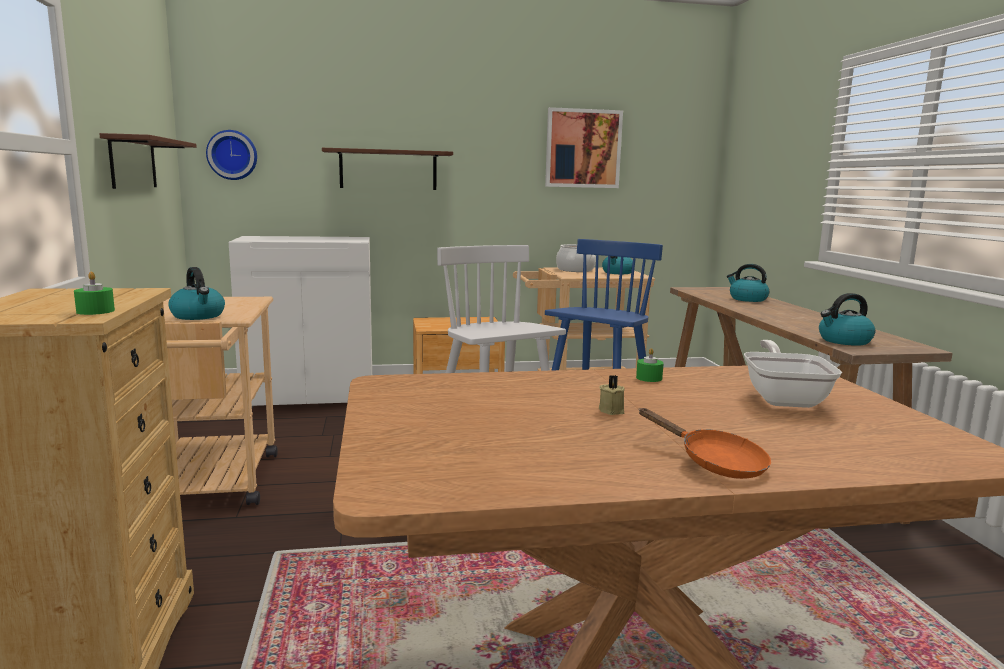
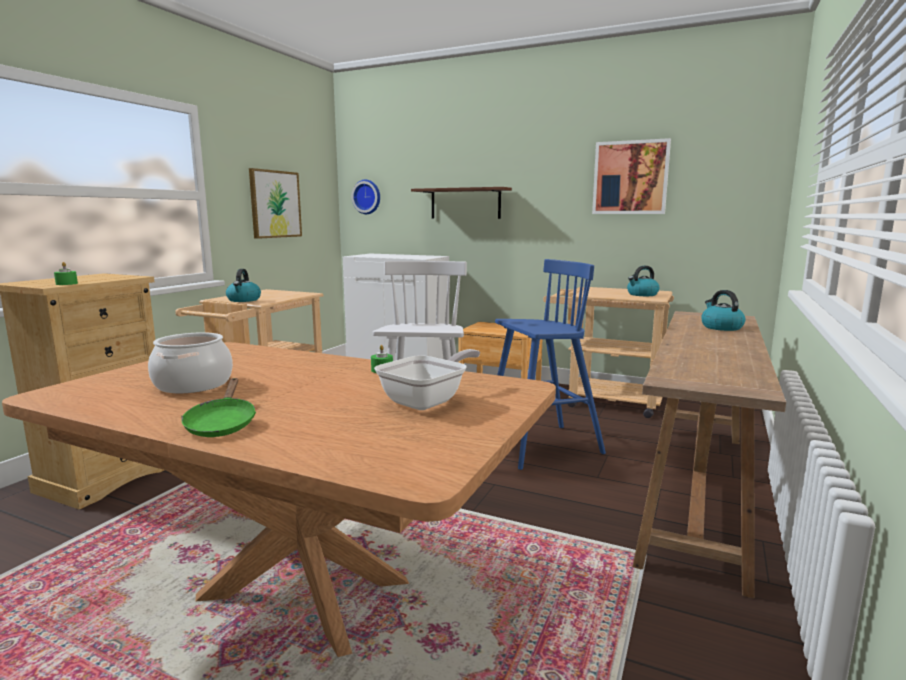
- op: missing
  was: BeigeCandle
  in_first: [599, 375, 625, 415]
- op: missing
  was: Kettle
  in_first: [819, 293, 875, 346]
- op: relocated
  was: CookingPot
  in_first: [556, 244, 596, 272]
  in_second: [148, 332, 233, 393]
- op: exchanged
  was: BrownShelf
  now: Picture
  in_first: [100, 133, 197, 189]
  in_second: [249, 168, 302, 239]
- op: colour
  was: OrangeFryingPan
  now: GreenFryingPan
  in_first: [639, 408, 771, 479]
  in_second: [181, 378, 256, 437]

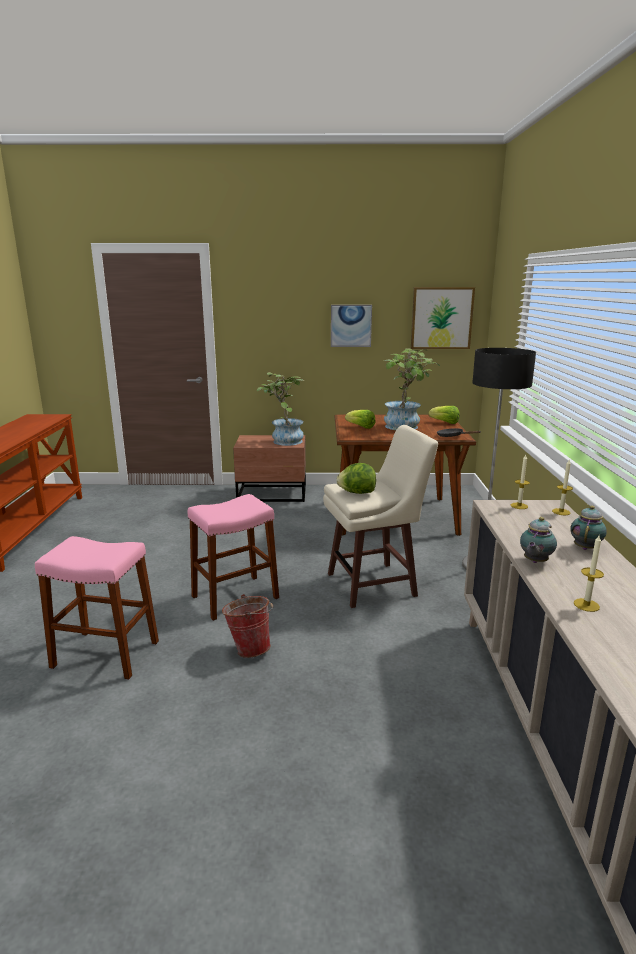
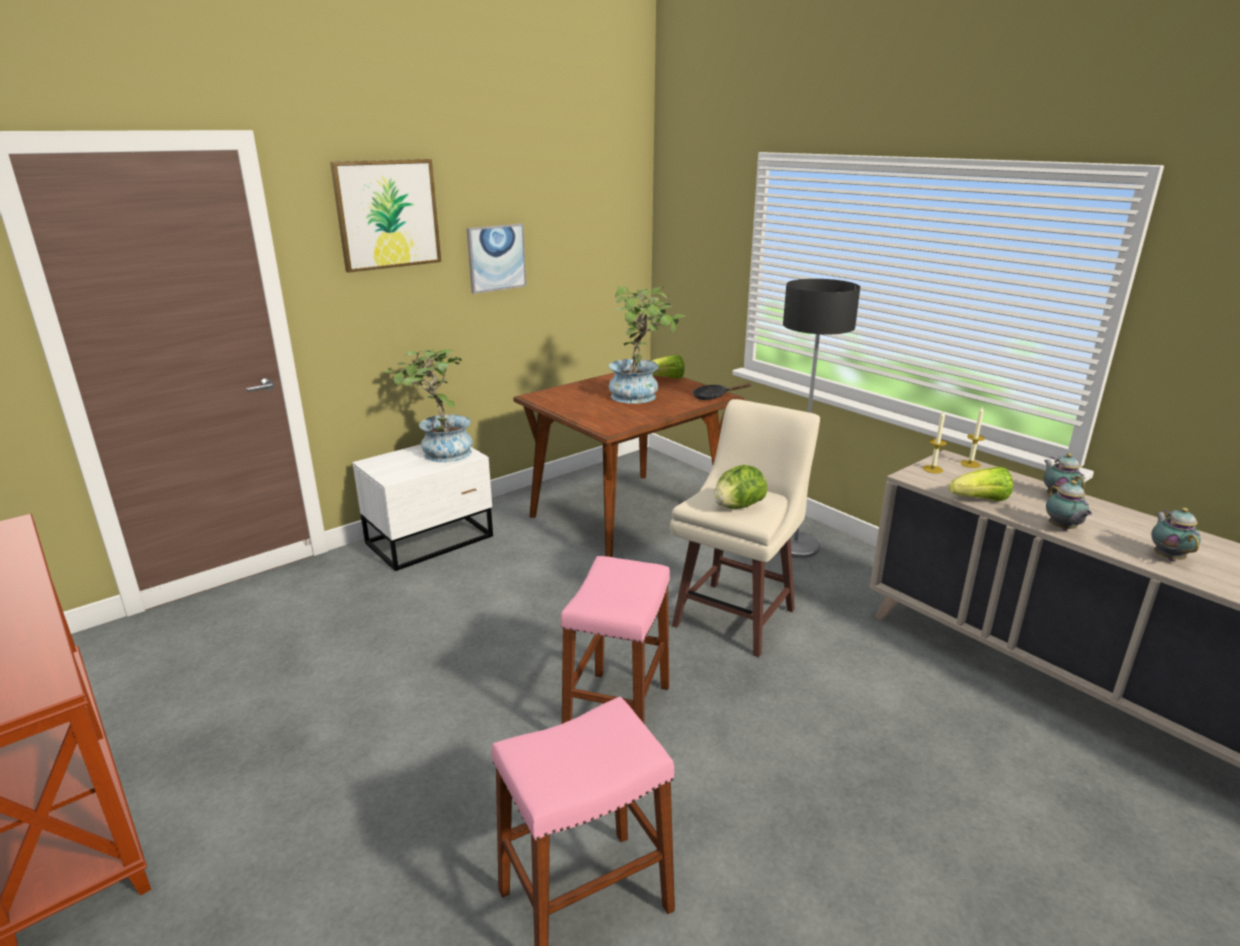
- op: missing
  was: Bucket
  in_first: [222, 594, 273, 658]
- op: relocated
  was: Lettuce
  in_first: [345, 410, 375, 429]
  in_second: [949, 467, 1013, 501]
- op: relocated
  was: Picture
  in_first: [411, 287, 475, 349]
  in_second: [330, 159, 441, 273]
- op: exchanged
  was: Candle
  now: Teapot
  in_first: [574, 536, 604, 612]
  in_second: [1151, 508, 1201, 561]
- op: colour
  was: BrownNightstand
  now: WhiteNightstand
  in_first: [233, 435, 306, 502]
  in_second: [352, 444, 493, 571]

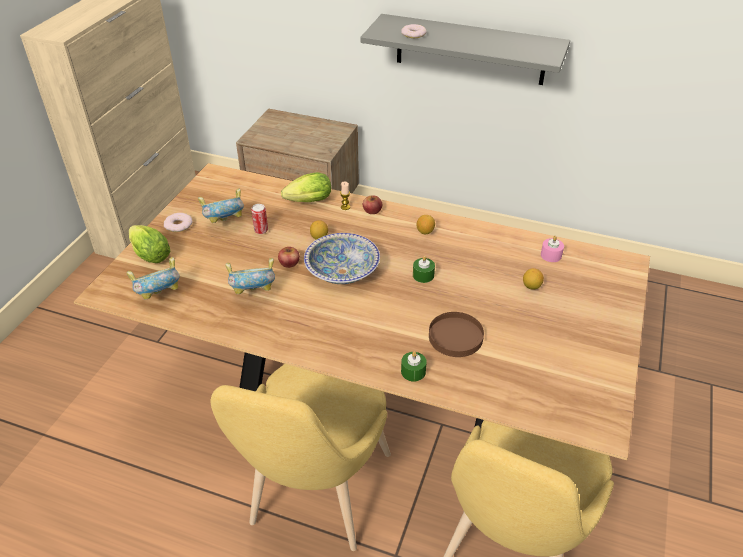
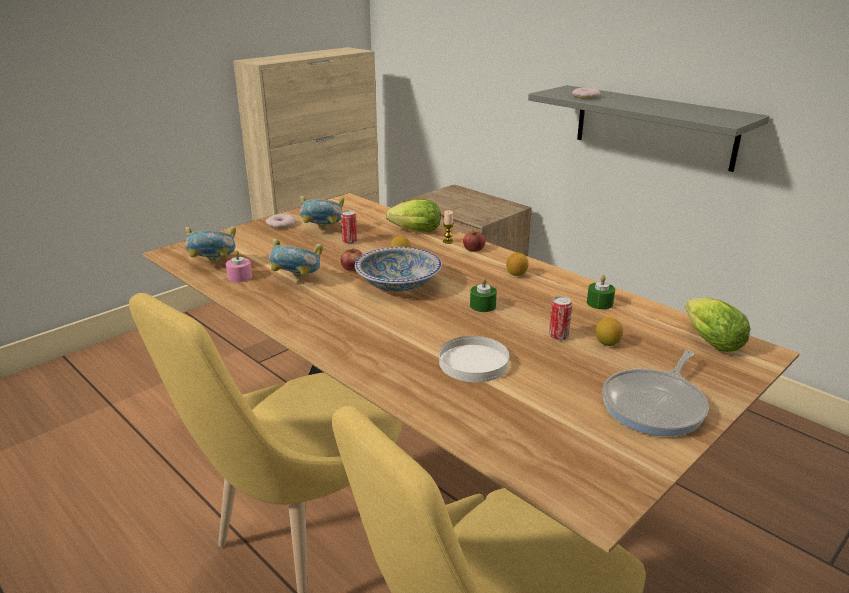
- op: appeared
  now: Can
  in_second: [549, 296, 572, 341]
- op: appeared
  now: FryingPan
  in_second: [602, 350, 709, 436]
- op: relocated
  was: Lettuce
  in_first: [129, 225, 170, 263]
  in_second: [685, 297, 751, 352]
- op: relocated
  was: GreenCandle
  in_first: [401, 351, 427, 382]
  in_second: [587, 275, 615, 309]
- op: relocated
  was: PinkCandle
  in_first: [541, 236, 564, 262]
  in_second: [226, 250, 252, 282]
- op: colour
  was: BrownPlate
  now: WhitePlate
  in_first: [429, 312, 484, 357]
  in_second: [439, 336, 509, 382]

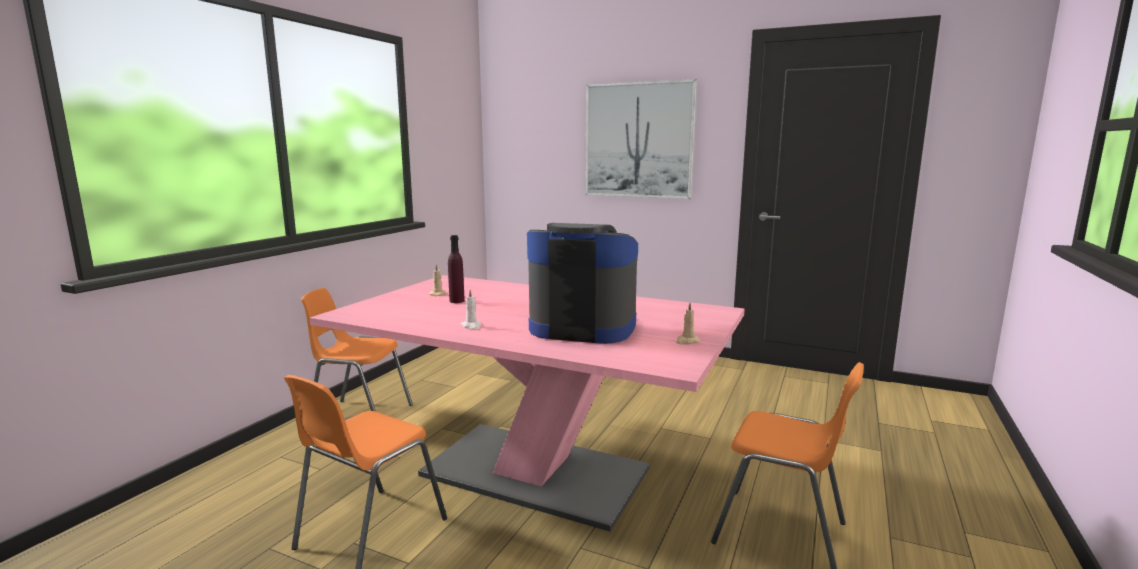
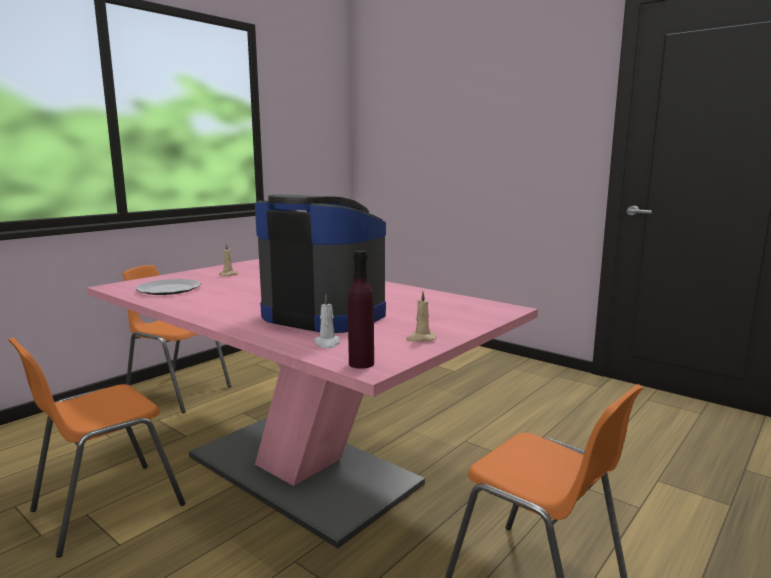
- op: missing
  was: Picture
  in_first: [585, 79, 697, 199]
- op: appeared
  now: Plate
  in_second: [135, 279, 201, 295]
- op: relocated
  was: PurpleBottle
  in_first: [448, 235, 465, 303]
  in_second: [348, 250, 374, 369]
- op: relocated
  was: WhiteCandle
  in_first: [461, 290, 481, 329]
  in_second: [314, 294, 340, 348]

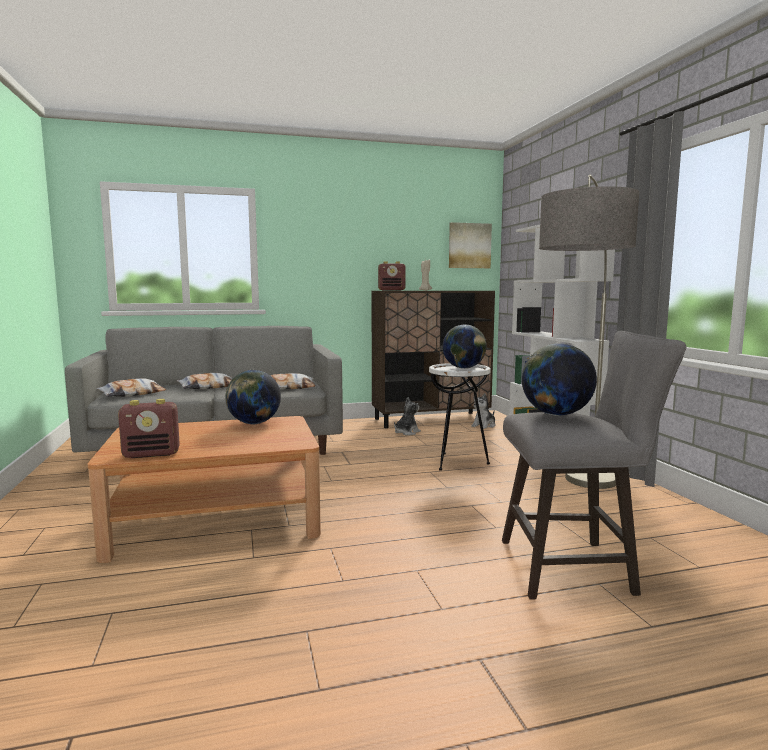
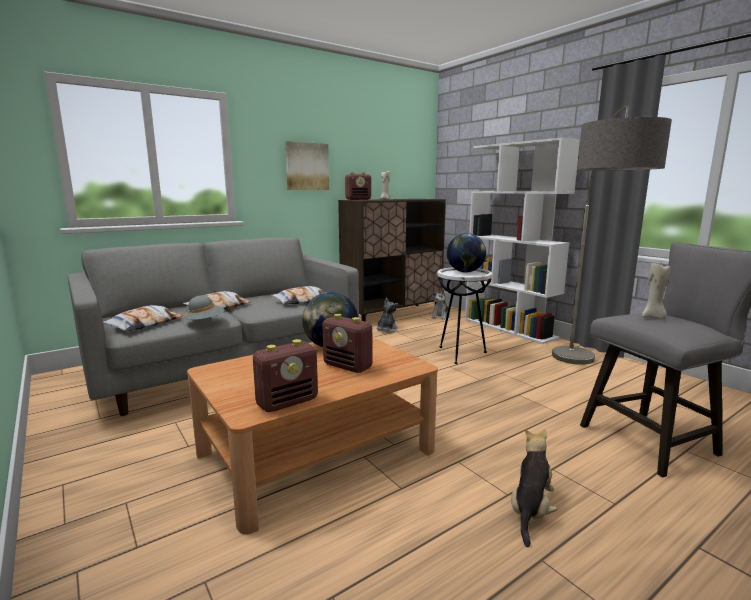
- op: appeared
  now: GreyHat
  in_second: [183, 295, 225, 325]
- op: appeared
  now: Radio
  in_second: [322, 314, 372, 373]
- op: appeared
  now: PlushToy
  in_second: [511, 429, 557, 547]
- op: relocated
  was: Picture
  in_first: [449, 222, 492, 268]
  in_second: [285, 141, 329, 190]
- op: exchanged
  was: Globe
  now: BeigeCandle
  in_first: [522, 343, 597, 416]
  in_second: [642, 263, 670, 319]

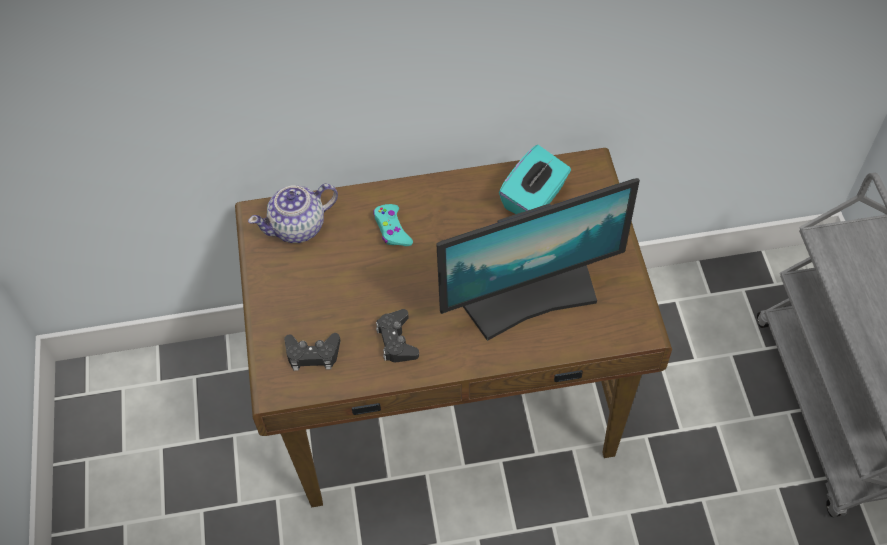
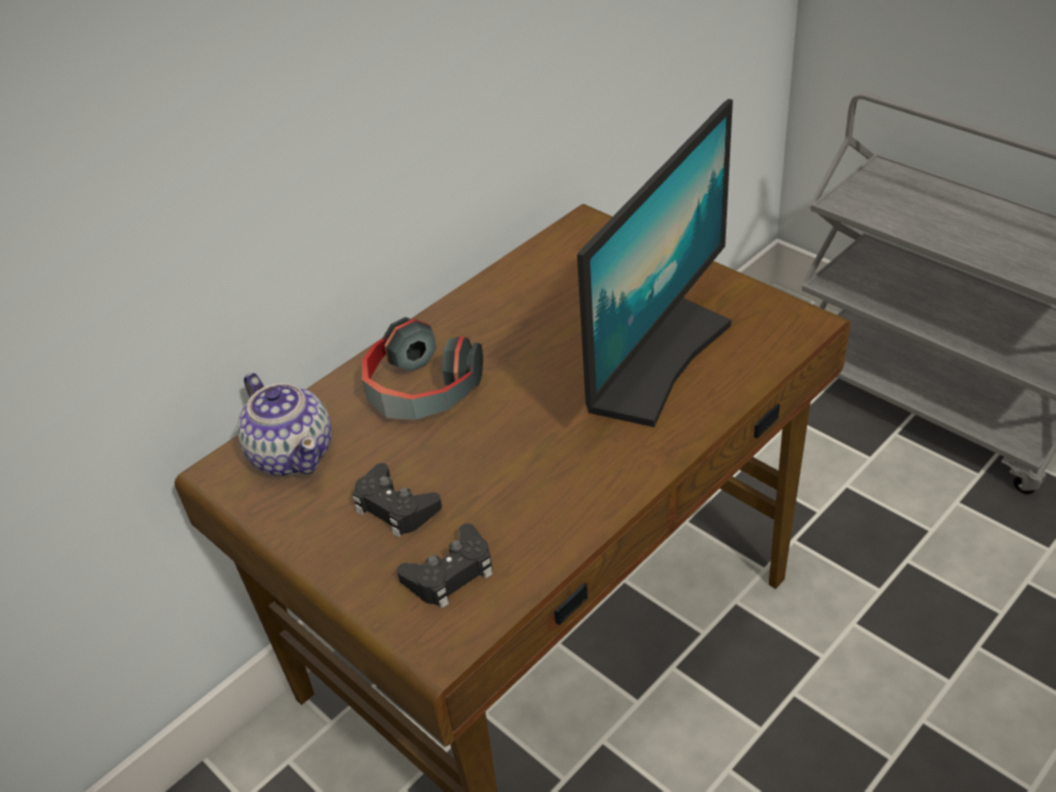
- op: missing
  was: TurquoiseTissueBox
  in_first: [499, 145, 571, 214]
- op: relocated
  was: BlackGameController
  in_first: [376, 309, 419, 362]
  in_second: [353, 463, 442, 537]
- op: exchanged
  was: TurquoiseGameController
  now: Headphones
  in_first: [373, 204, 413, 246]
  in_second: [362, 317, 483, 420]
- op: spun
  was: Teapot
  in_first: [248, 184, 338, 243]
  in_second: [237, 373, 332, 476]
  clockwise: -60

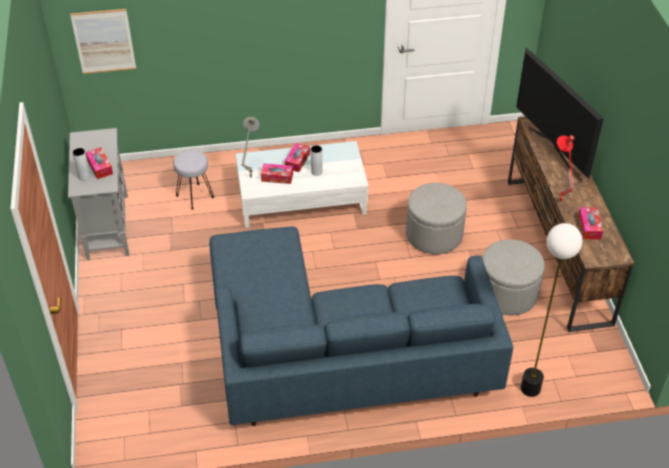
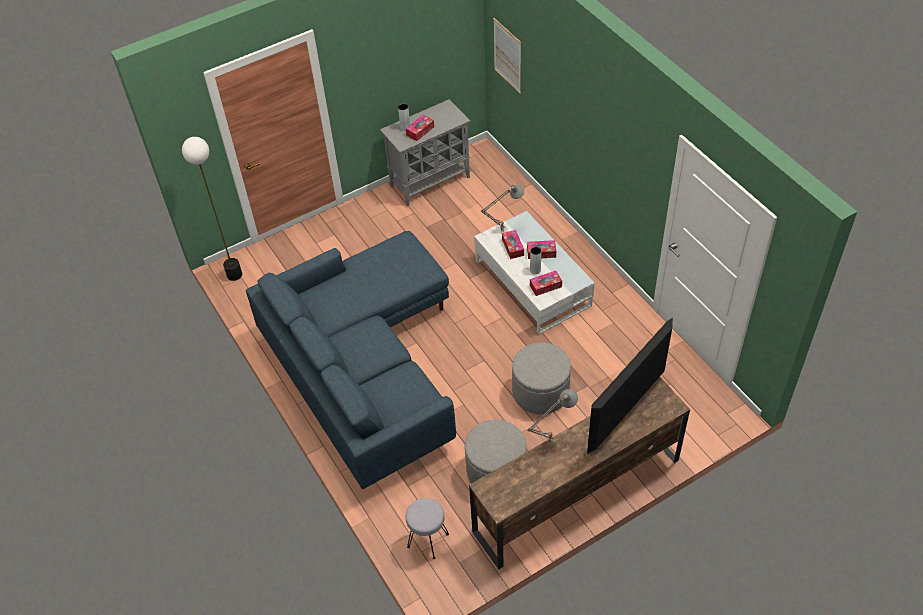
- op: relocated
  was: GreyStool
  in_first: [174, 150, 214, 210]
  in_second: [406, 498, 449, 559]
- op: relocated
  was: FloorLamp
  in_first: [521, 223, 582, 397]
  in_second: [182, 137, 242, 281]
- op: relocated
  was: TissueBox
  in_first: [578, 207, 603, 239]
  in_second: [530, 271, 562, 296]
- op: colour
  was: RedTableLamp
  now: GreyTableLamp
  in_first: [557, 135, 574, 203]
  in_second: [527, 389, 578, 443]

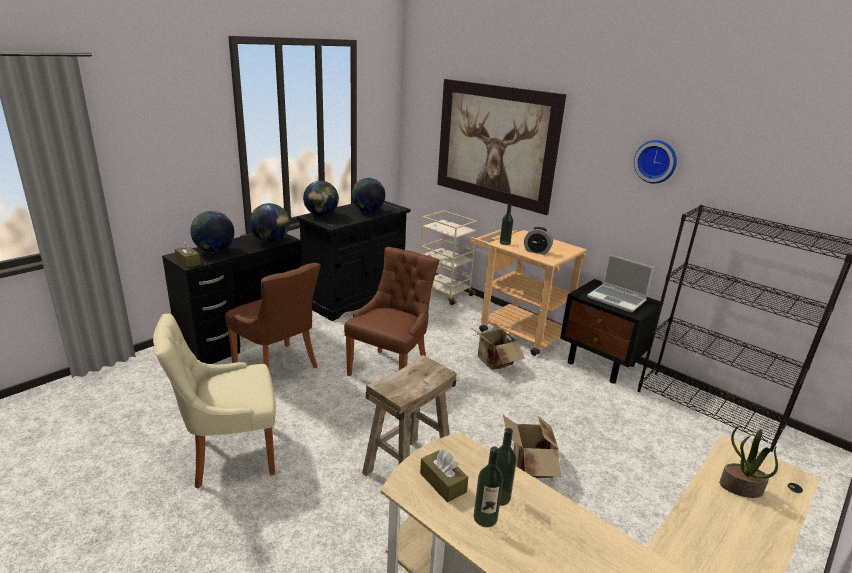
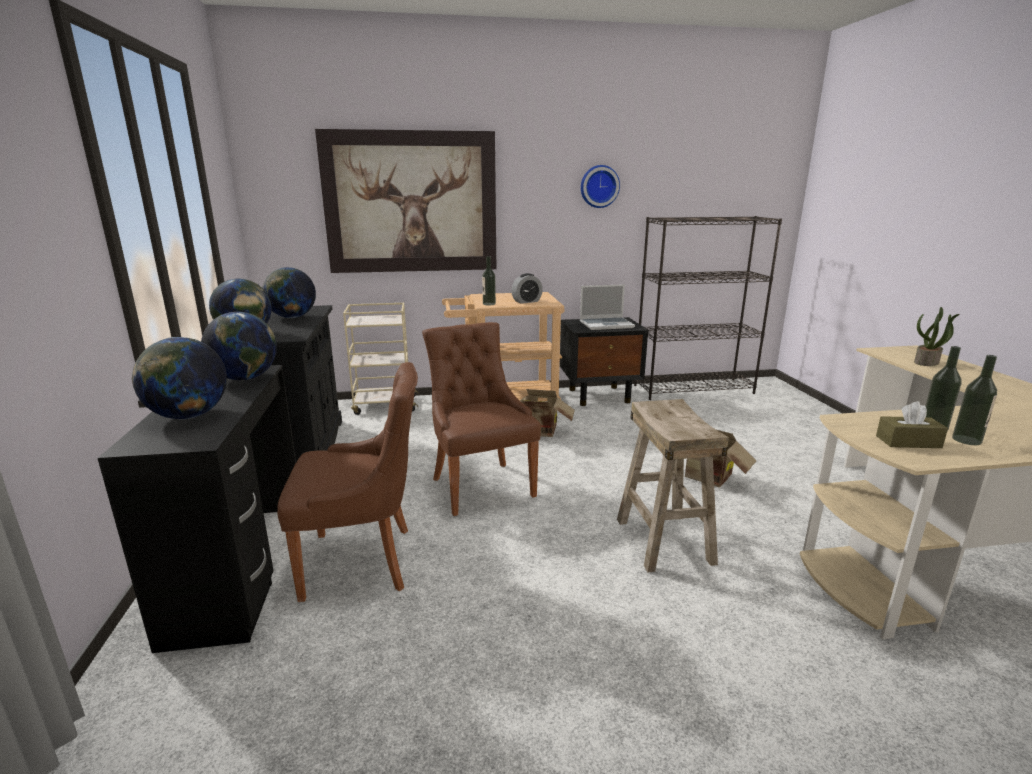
- op: missing
  was: BeigeChair
  in_first: [153, 314, 276, 488]
- op: missing
  was: BrownTissueBox
  in_first: [175, 241, 201, 268]

